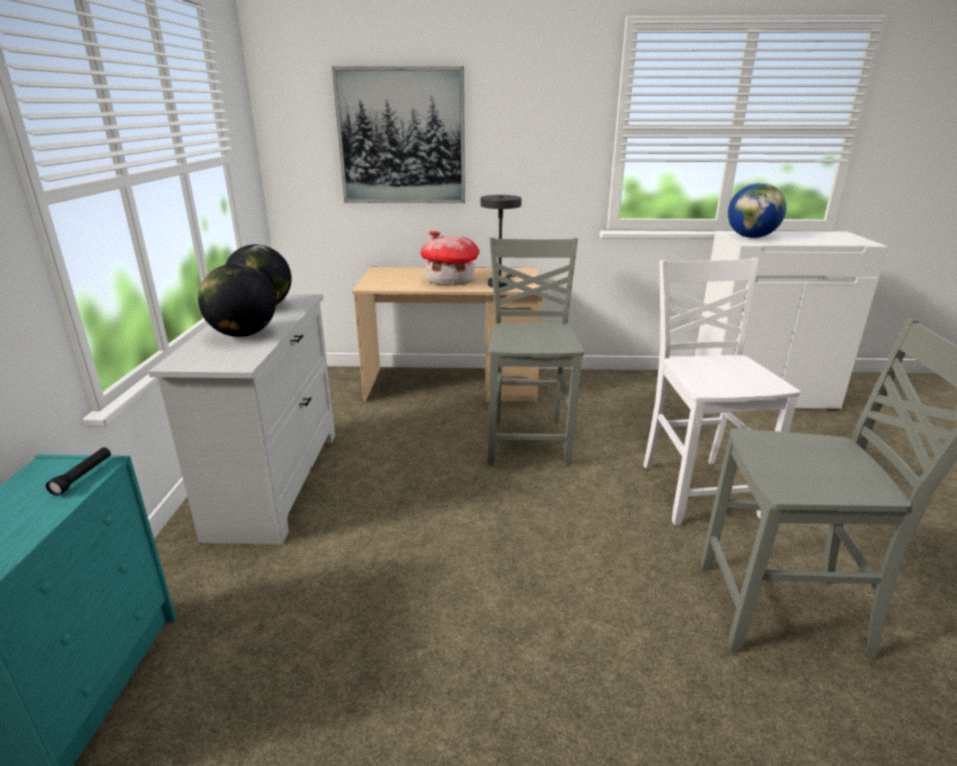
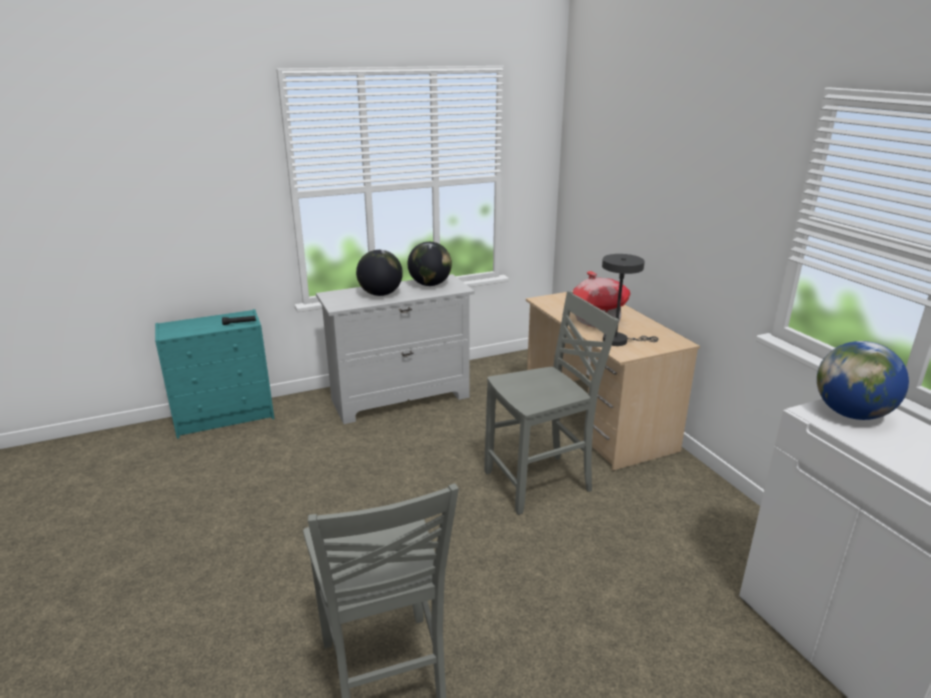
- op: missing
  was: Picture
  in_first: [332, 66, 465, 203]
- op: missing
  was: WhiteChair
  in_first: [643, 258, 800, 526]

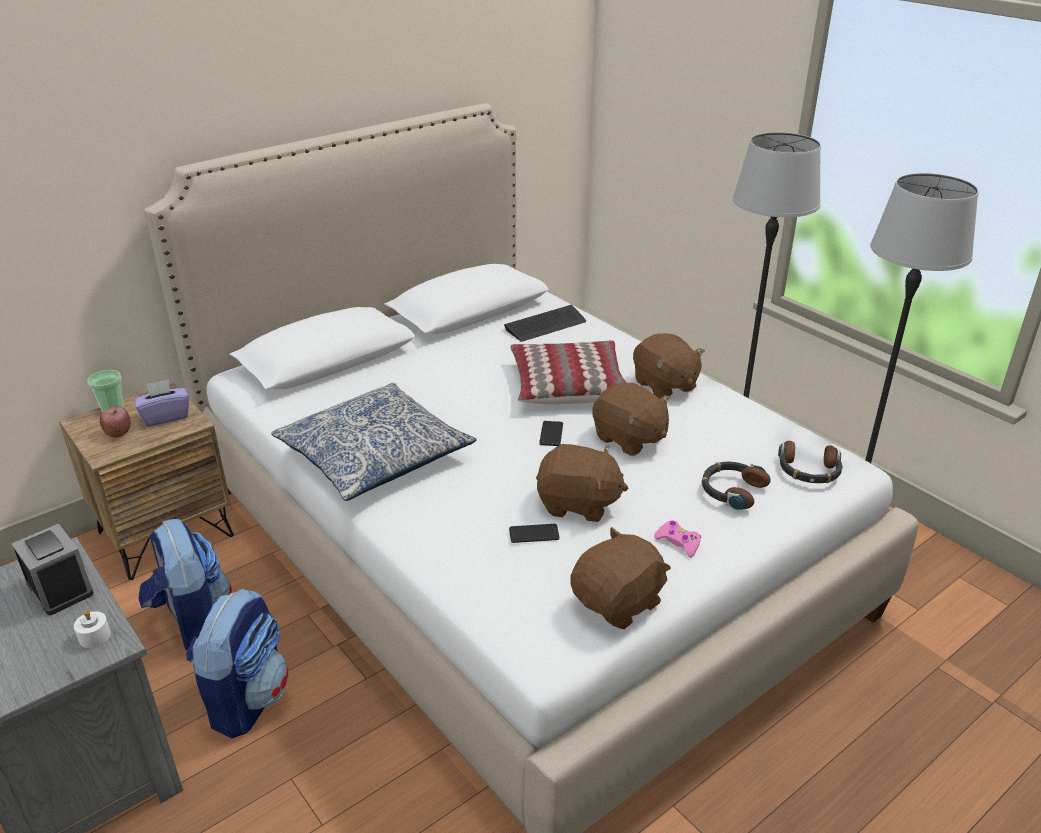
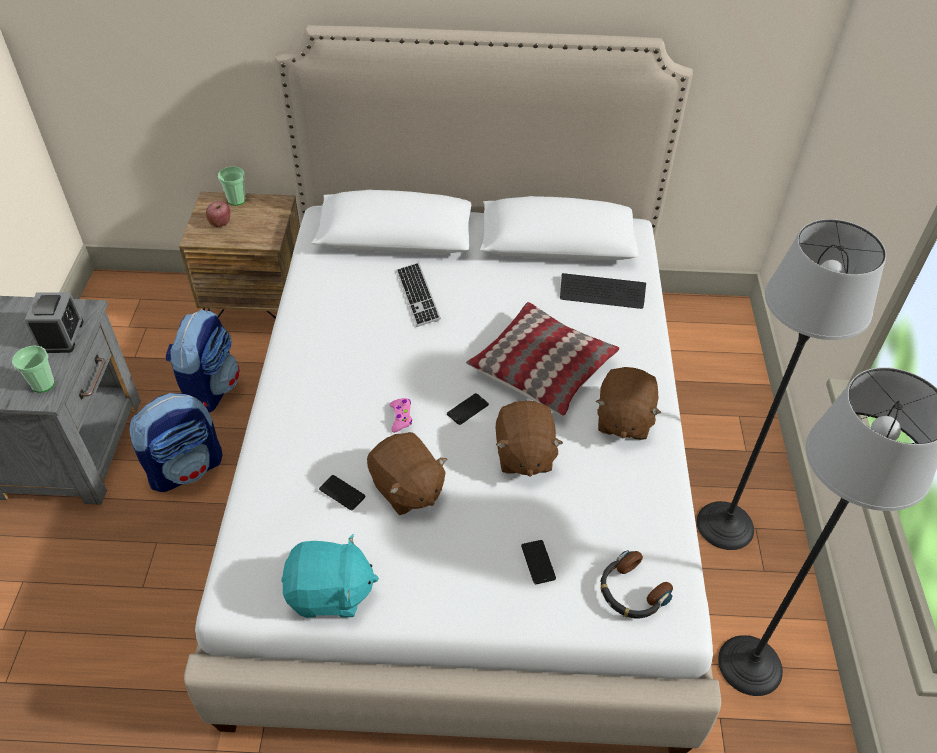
- op: missing
  was: PurpleTissueBox
  in_first: [135, 379, 189, 427]
- op: missing
  was: Pillow
  in_first: [271, 383, 477, 501]
- op: appeared
  now: Keyboard
  in_second: [396, 263, 441, 327]
- op: relocated
  was: PinkGameController
  in_first: [654, 520, 701, 557]
  in_second: [390, 398, 412, 433]
- op: exchanged
  was: WhiteCandle
  now: Cup
  in_first: [74, 610, 111, 648]
  in_second: [12, 346, 55, 393]
- op: exchanged
  was: Headphones
  now: Phone
  in_first: [702, 462, 771, 510]
  in_second: [521, 540, 556, 584]
- op: colour
  was: BrownPlushToy
  now: TurquoisePlushToy
  in_first: [570, 527, 671, 629]
  in_second: [281, 534, 379, 618]

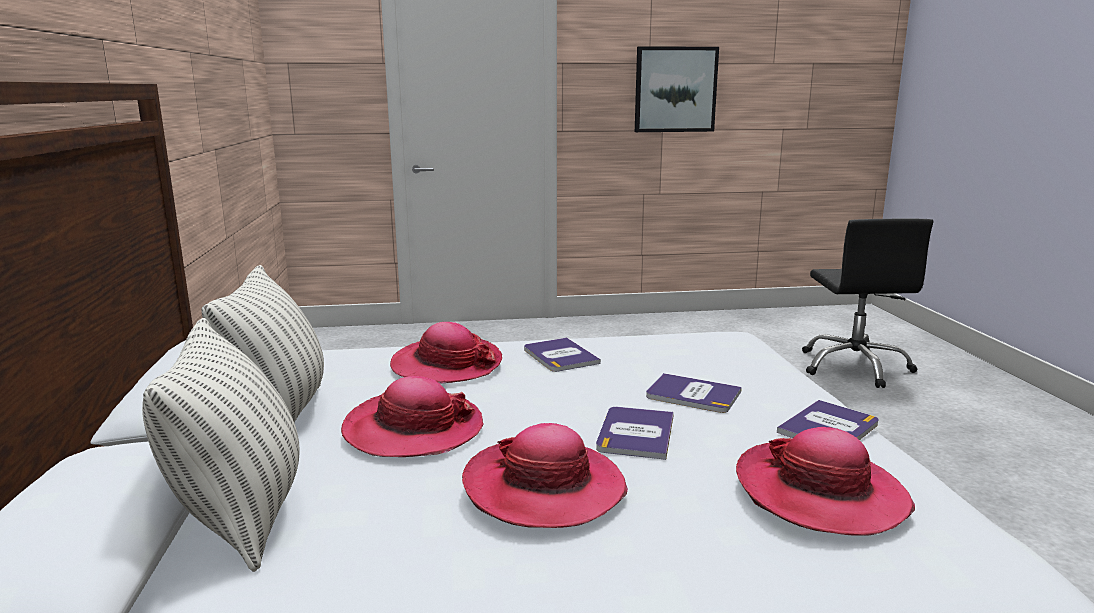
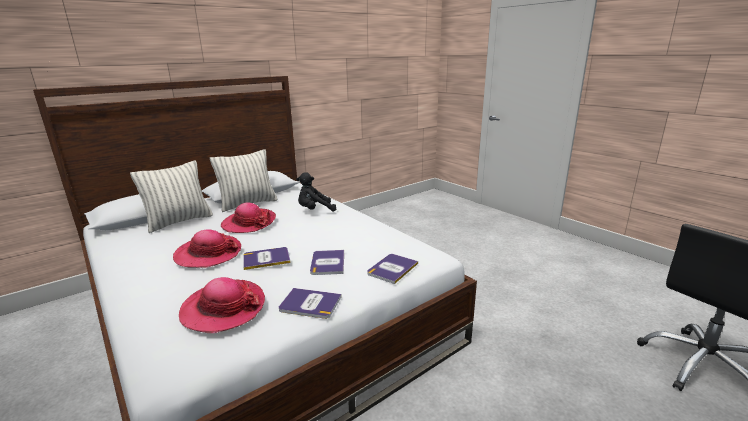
- op: missing
  was: Picture
  in_first: [635, 46, 719, 132]
- op: relocated
  was: Book
  in_first: [524, 337, 601, 372]
  in_second: [367, 254, 418, 284]
- op: exchanged
  was: Hat
  now: BlackPlushToy
  in_first: [390, 322, 502, 384]
  in_second: [296, 172, 336, 212]

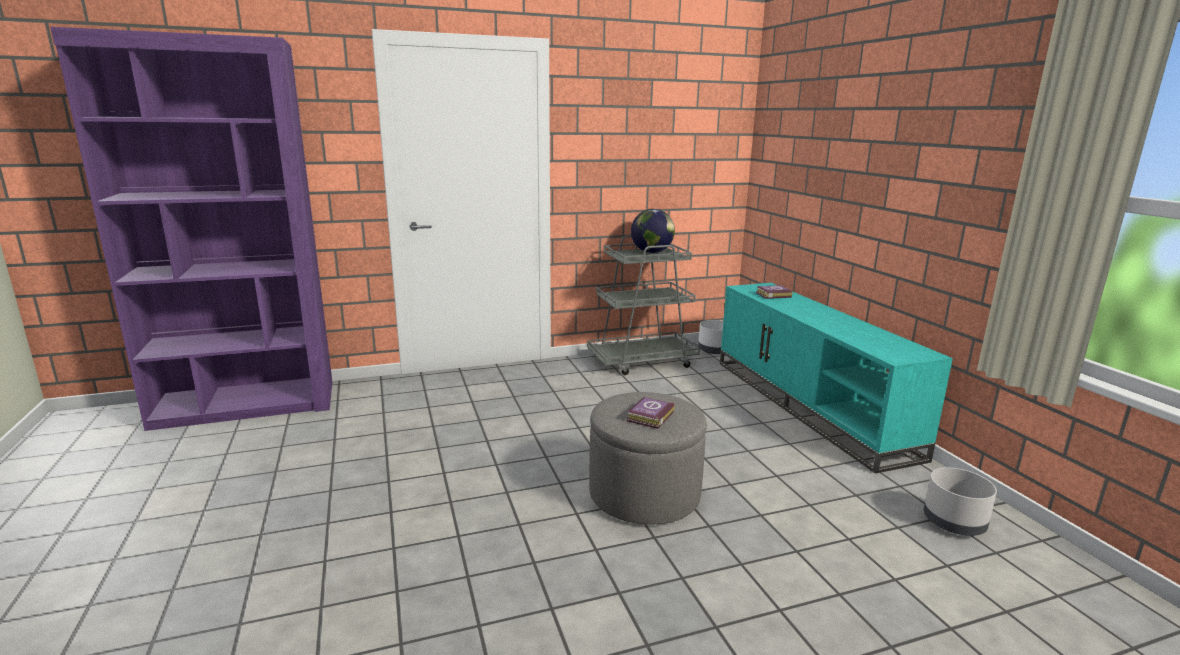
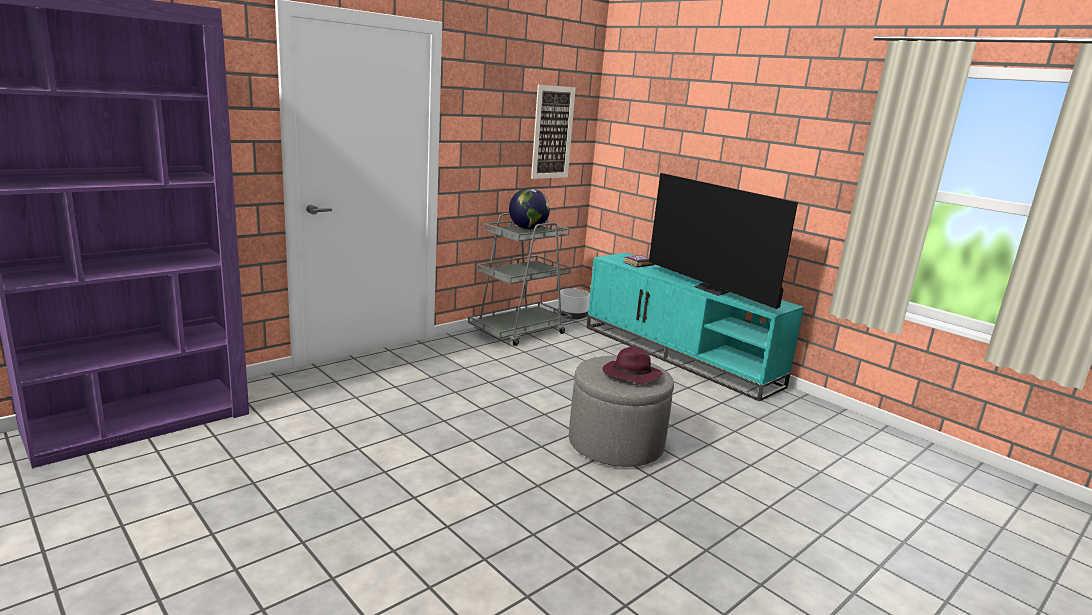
- op: missing
  was: GreyPlanter
  in_first: [924, 467, 997, 536]
- op: appeared
  now: Picture
  in_second: [531, 85, 576, 179]
- op: appeared
  now: Television
  in_second: [649, 173, 798, 309]
- op: exchanged
  was: Book
  now: PurpleHat
  in_first: [627, 397, 675, 429]
  in_second: [602, 347, 662, 384]

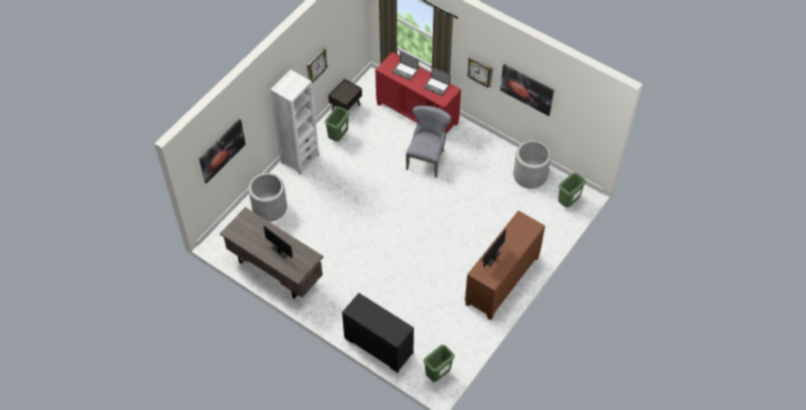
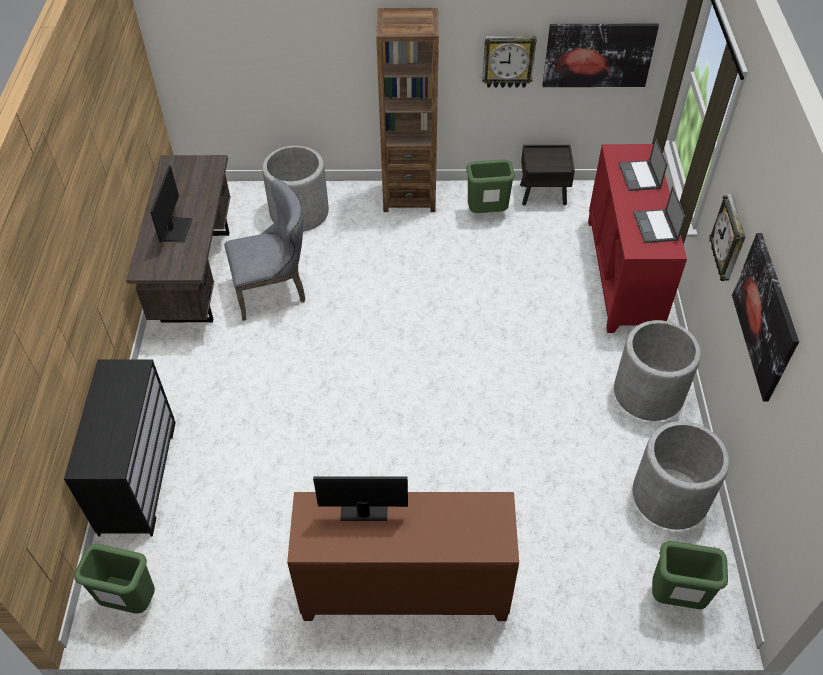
- op: appeared
  now: GreyPlanter
  in_second: [614, 320, 701, 421]
- op: relocated
  was: Picture
  in_first: [199, 119, 246, 184]
  in_second: [542, 24, 659, 87]
- op: relocated
  was: GreyChair
  in_first: [406, 106, 452, 178]
  in_second: [224, 179, 305, 321]
- op: colour
  was: WhiteBookcase
  now: BrownBookcase
  in_first: [270, 69, 319, 175]
  in_second: [376, 8, 439, 212]

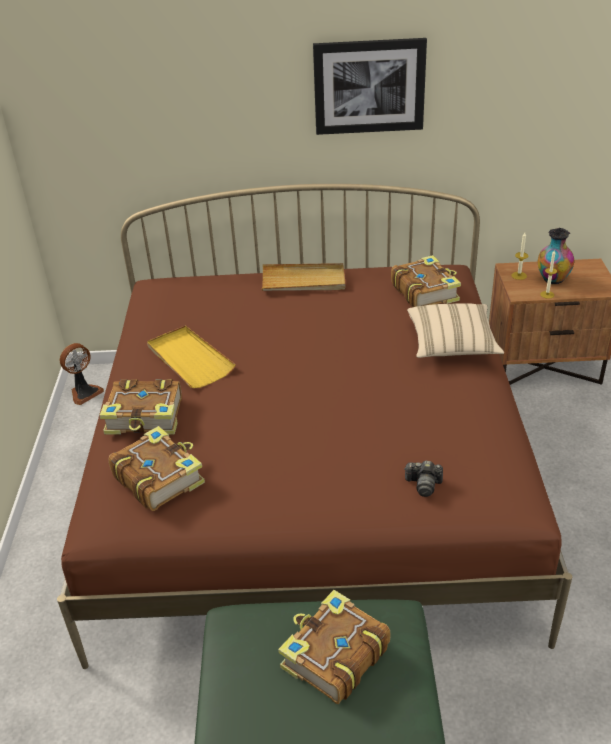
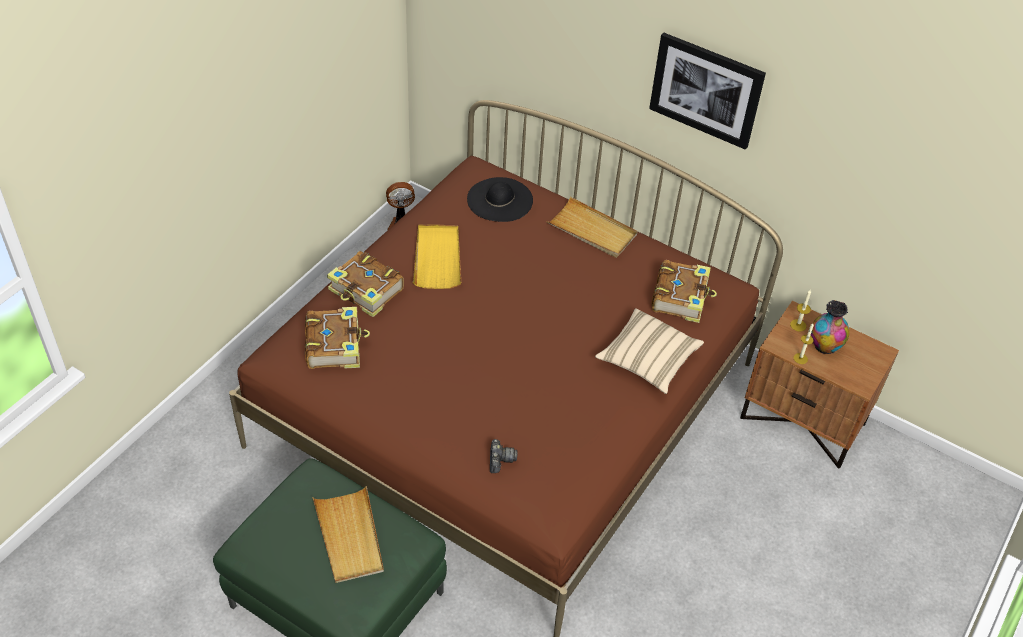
- op: appeared
  now: BlackHat
  in_second: [467, 177, 533, 222]
- op: exchanged
  was: Book
  now: BeigeTray
  in_first: [278, 590, 390, 704]
  in_second: [313, 486, 384, 583]
- op: spun
  was: PhotoCamera
  in_first: [404, 460, 443, 497]
  in_second: [490, 439, 517, 473]
  clockwise: -135

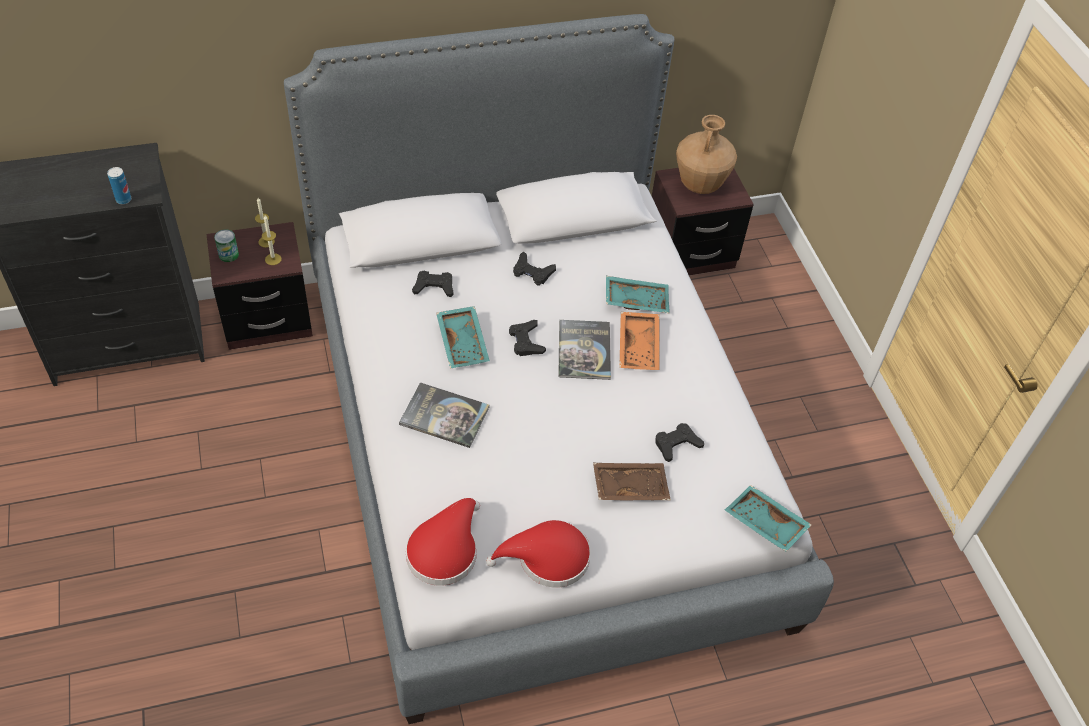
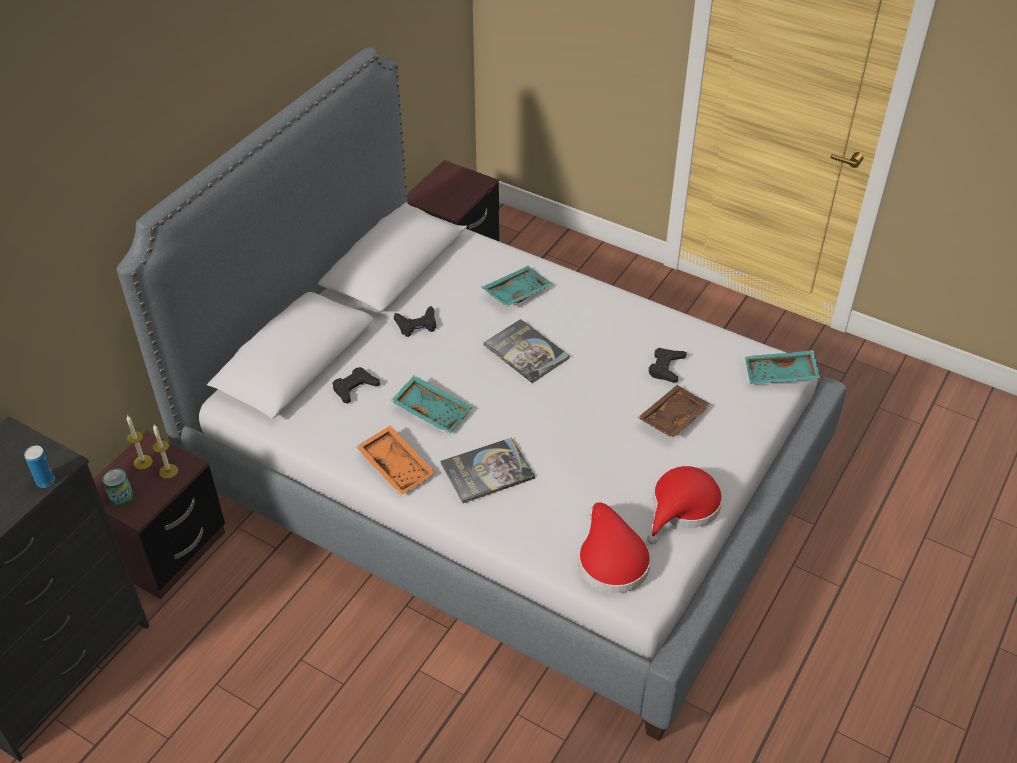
- op: missing
  was: BlackGameController
  in_first: [509, 320, 546, 356]
- op: missing
  was: BrownVase
  in_first: [676, 115, 737, 194]
- op: relocated
  was: OrangeTray
  in_first: [619, 312, 660, 370]
  in_second: [356, 425, 435, 496]

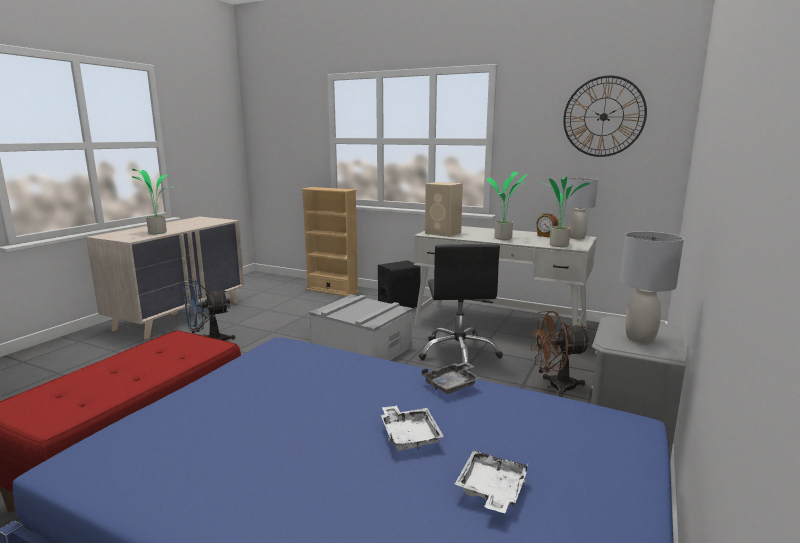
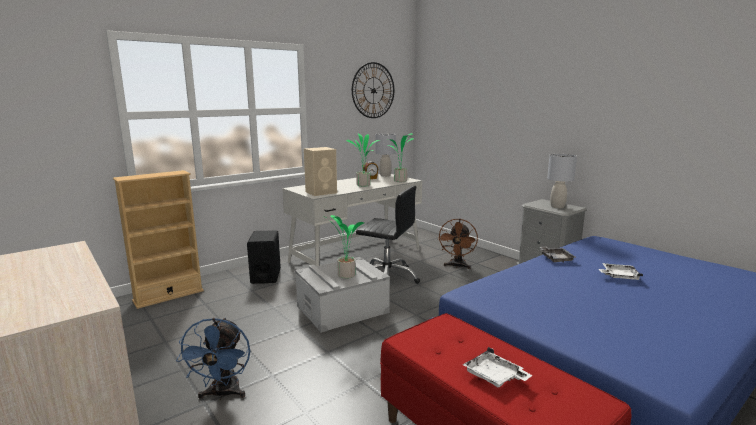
- op: relocated
  was: PottedPlant
  in_first: [132, 169, 168, 234]
  in_second: [324, 215, 364, 279]
- op: relocated
  was: WhiteTray
  in_first: [455, 450, 529, 513]
  in_second: [462, 347, 532, 387]

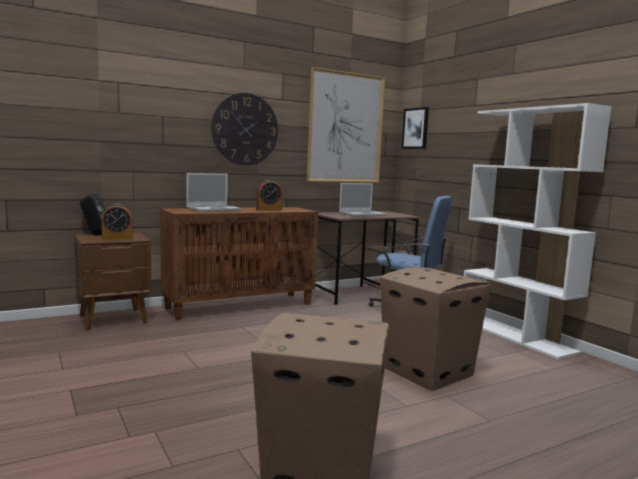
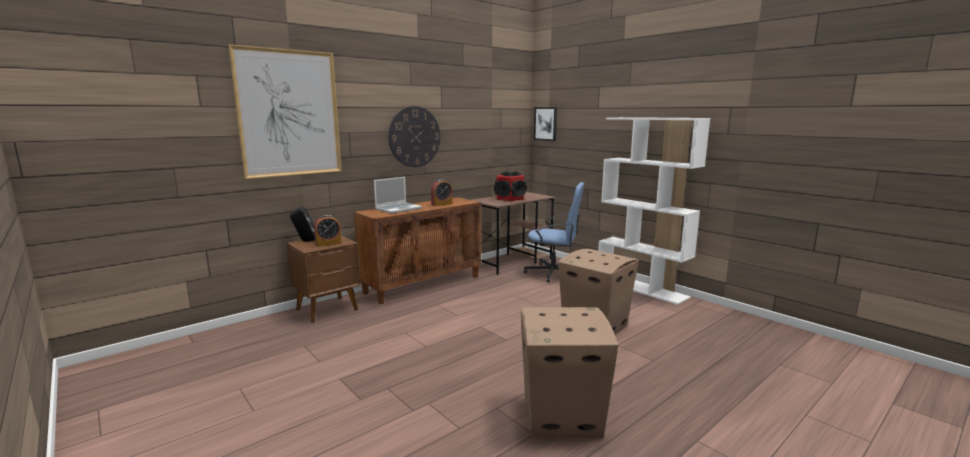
- op: relocated
  was: Picture
  in_first: [307, 67, 385, 183]
  in_second: [228, 45, 342, 179]
- op: exchanged
  was: Laptop
  now: Speaker
  in_first: [339, 183, 386, 216]
  in_second: [494, 171, 527, 201]

